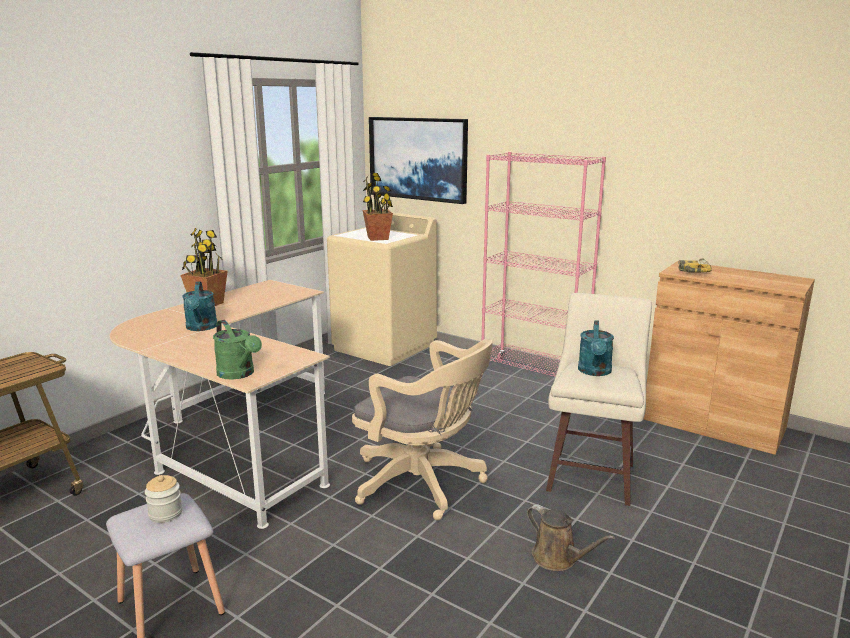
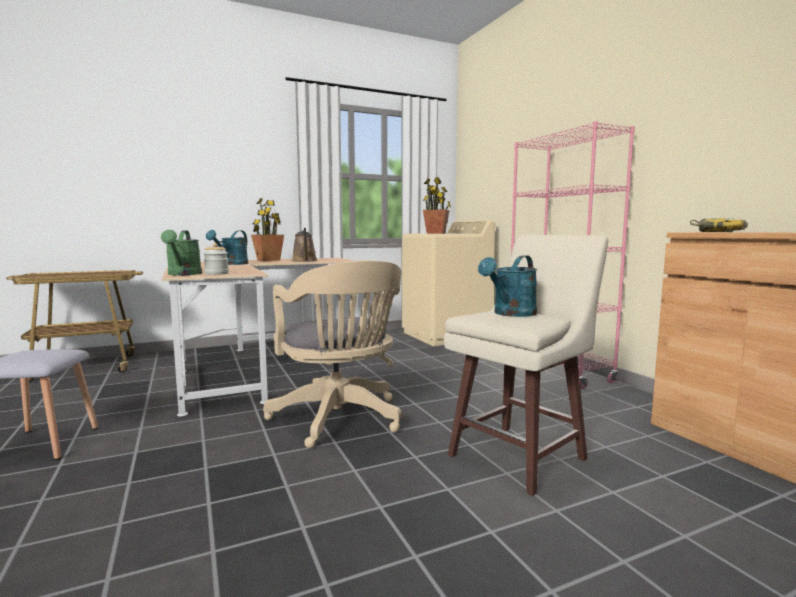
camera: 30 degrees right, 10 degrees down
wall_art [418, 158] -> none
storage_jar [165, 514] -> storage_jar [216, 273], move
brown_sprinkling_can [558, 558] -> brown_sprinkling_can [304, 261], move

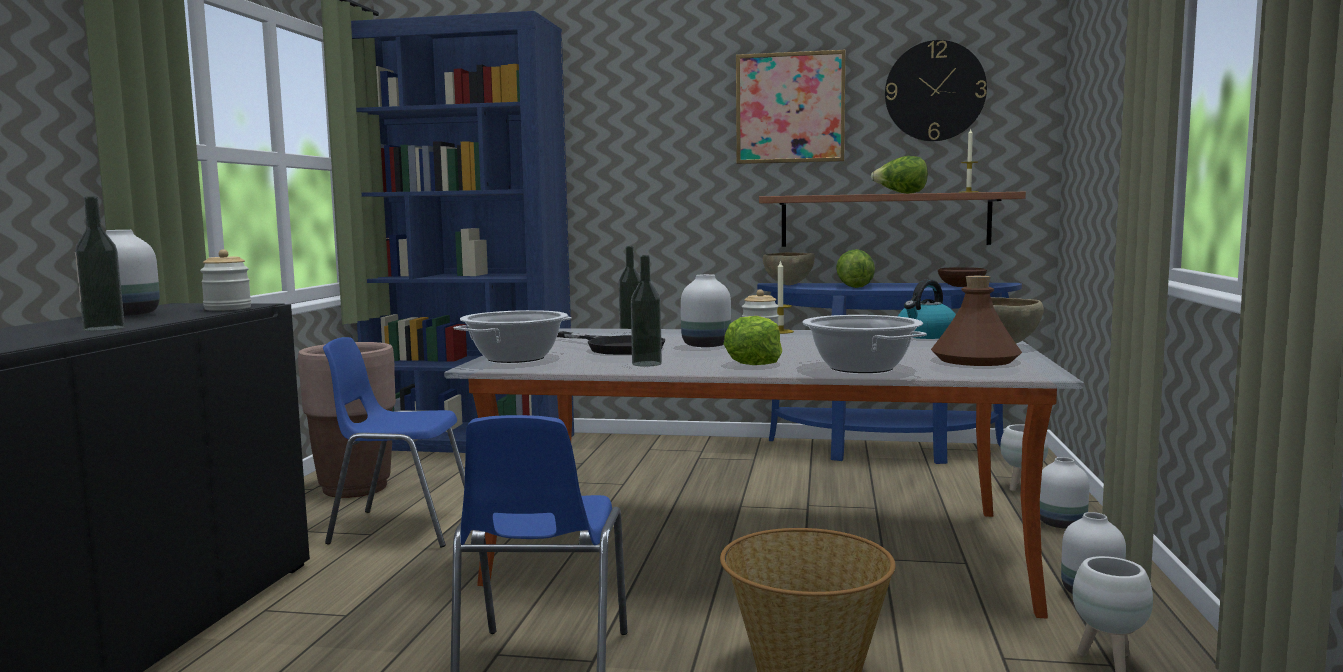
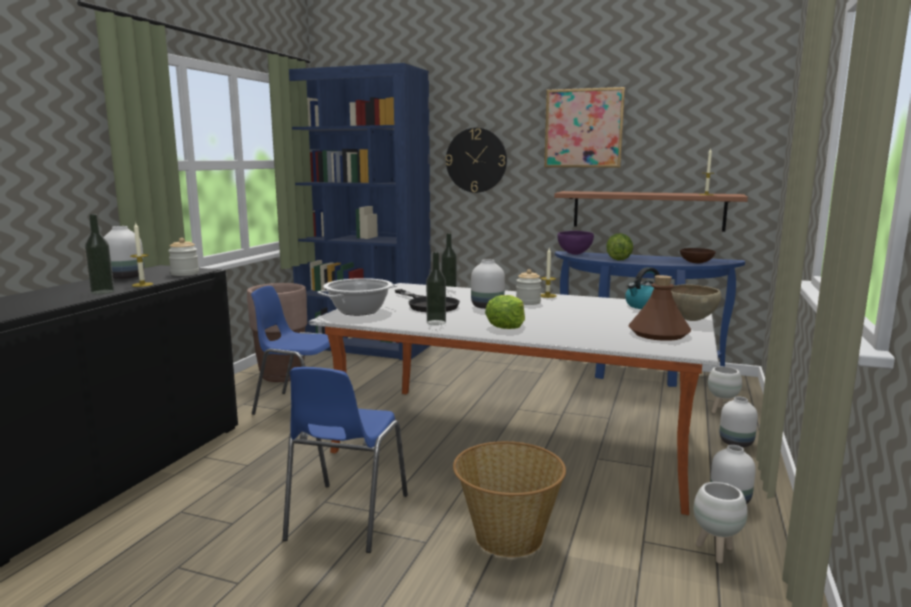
camera: 10 degrees right, 5 degrees up
hanging_clock [935, 91] -> hanging_clock [476, 160], move
head_of_lettuce [901, 193] -> none
brown_deep_dish [788, 285] -> purple-coloured_deep_dish [574, 254]
stockpot [860, 367] -> none
none -> candle [142, 284]

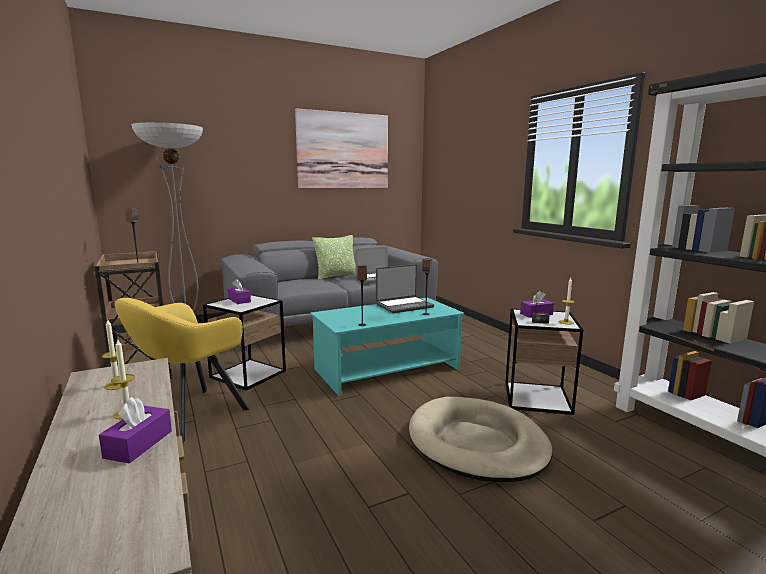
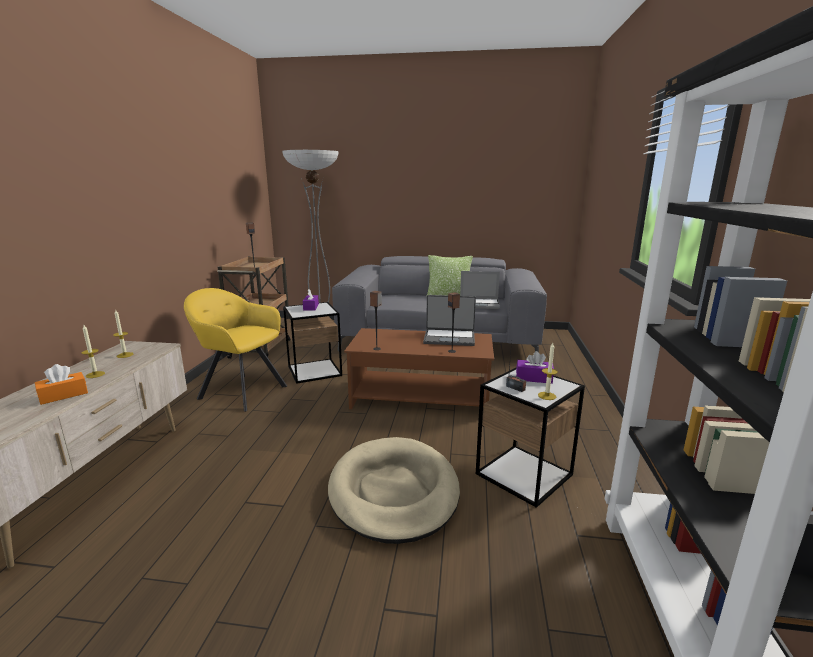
camera: 35 degrees right, 5 degrees up
wall_art [343, 151] -> none
turquoise-coloured_coffee_table [387, 369] -> brown_coffee_table [421, 397]
yellow_easy_chair [188, 415] -> yellow_easy_chair [240, 391], 45 degrees clockwise
purple-coloured_tissue_holder [138, 444] -> orangey_tissue_holder [63, 395]

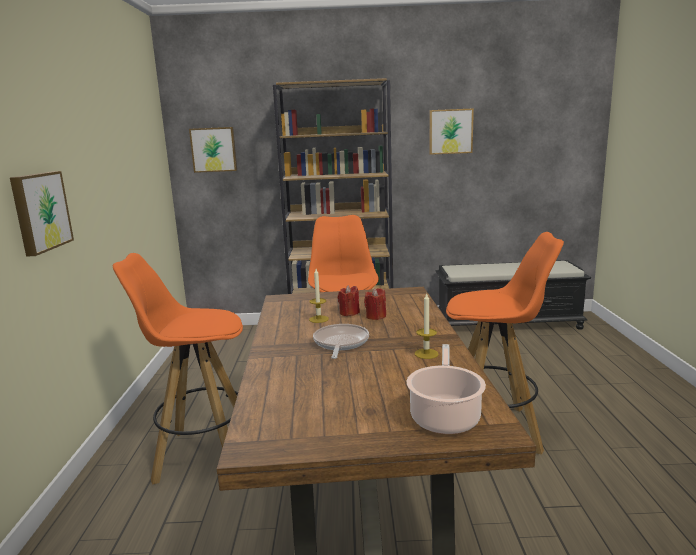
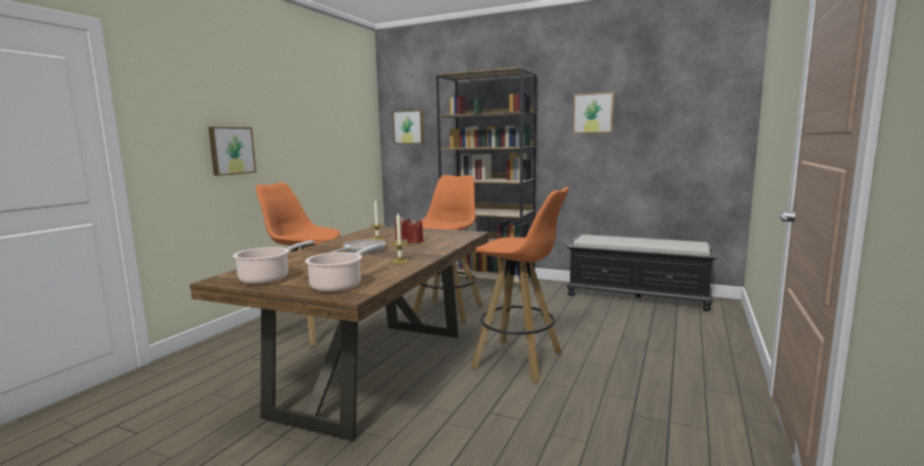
camera: 25 degrees right, 5 degrees down
none -> stockpot [267, 278]

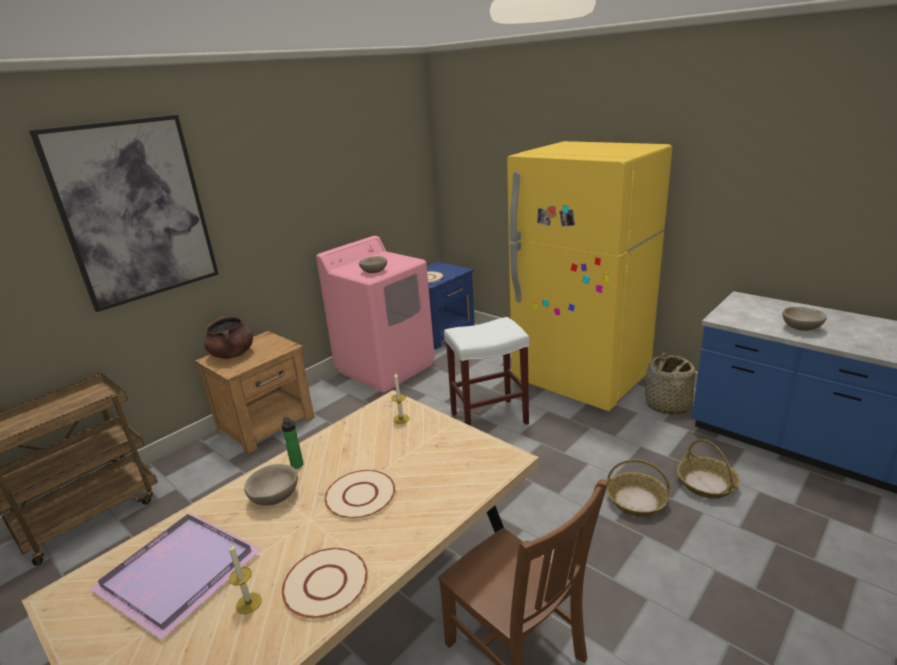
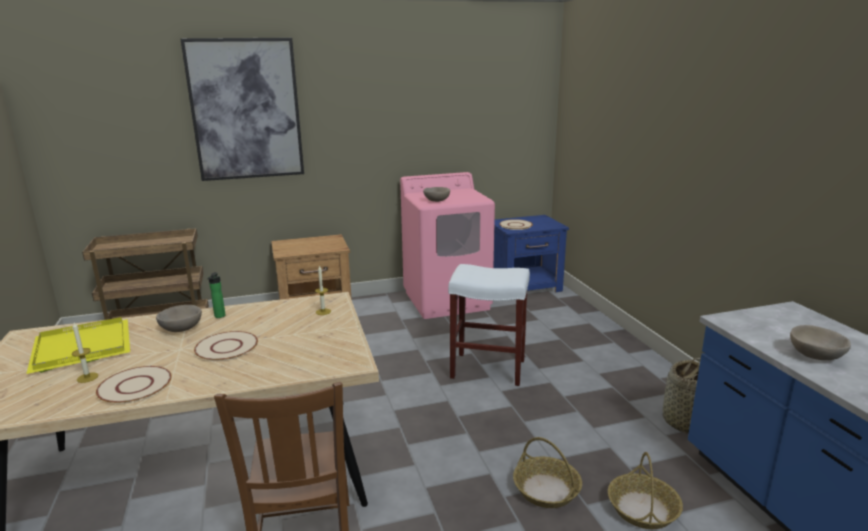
camera: 30 degrees right, 5 degrees down
yellow_fridge [580, 380] -> none
brown_stockpot [232, 354] -> none
purple-coloured_serving_tray [179, 570] -> yellow_serving_tray [84, 346]

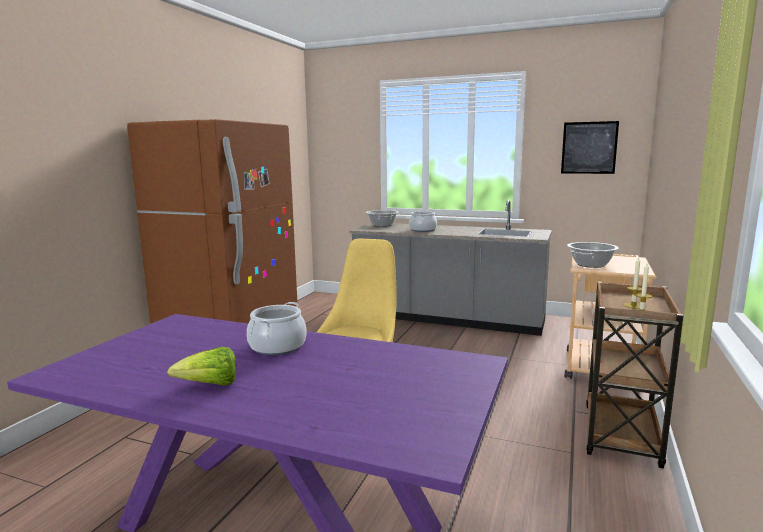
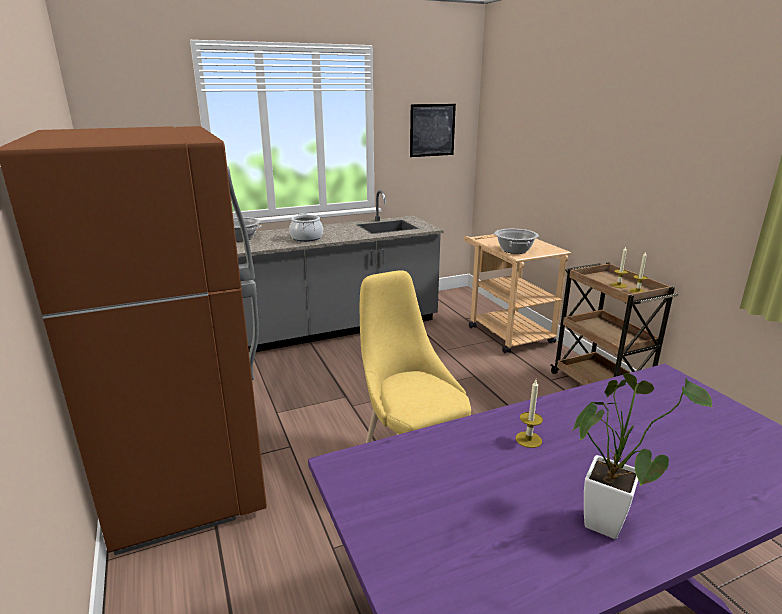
camera: 45 degrees left, 10 degrees up
stockpot [277, 346] -> candle [528, 439]
head_of_lettuce [210, 385] -> houseplant [606, 518]

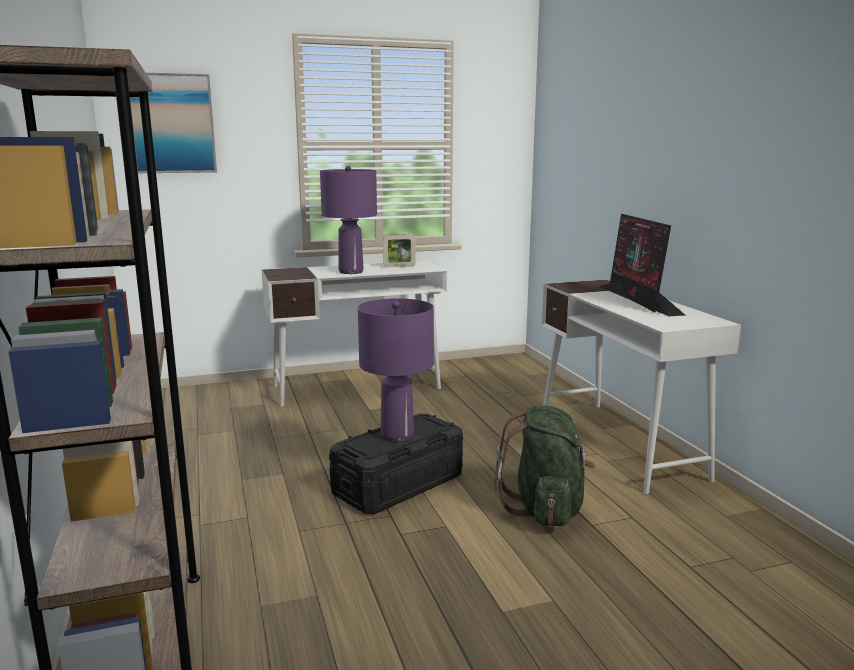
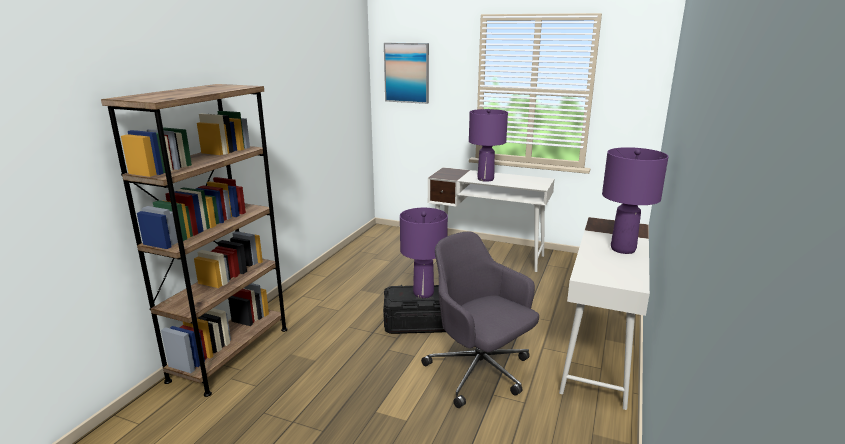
camera: 40 degrees right, 5 degrees up
computer_screen [639, 300] -> purple-coloured_lamp_for_a_table [623, 249]
standing_frame [399, 266] -> none
greenish_backpack [545, 509] -> gray_office_chair [480, 372]

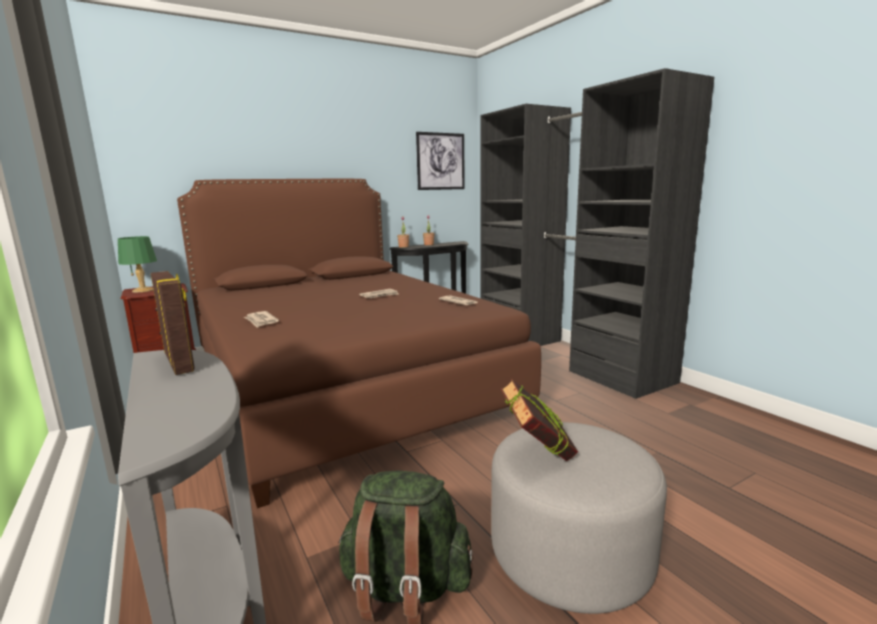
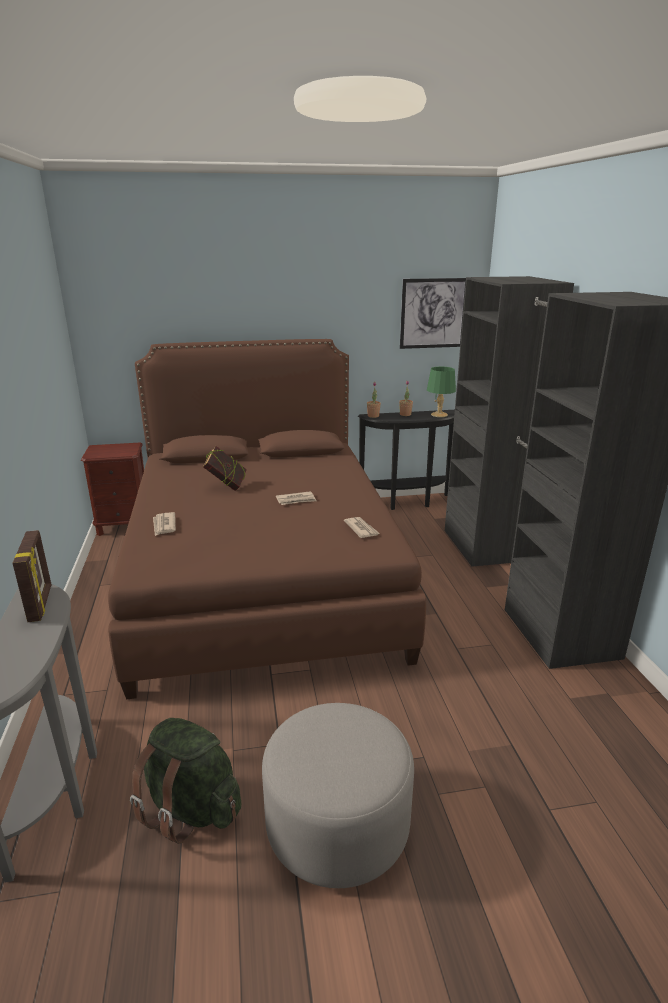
camera: 20 degrees right, 10 degrees up
greenish_lamp_for_a_table [143, 290] -> greenish_lamp_for_a_table [439, 414], move
bound_book [537, 454] -> bound_book [226, 486], move

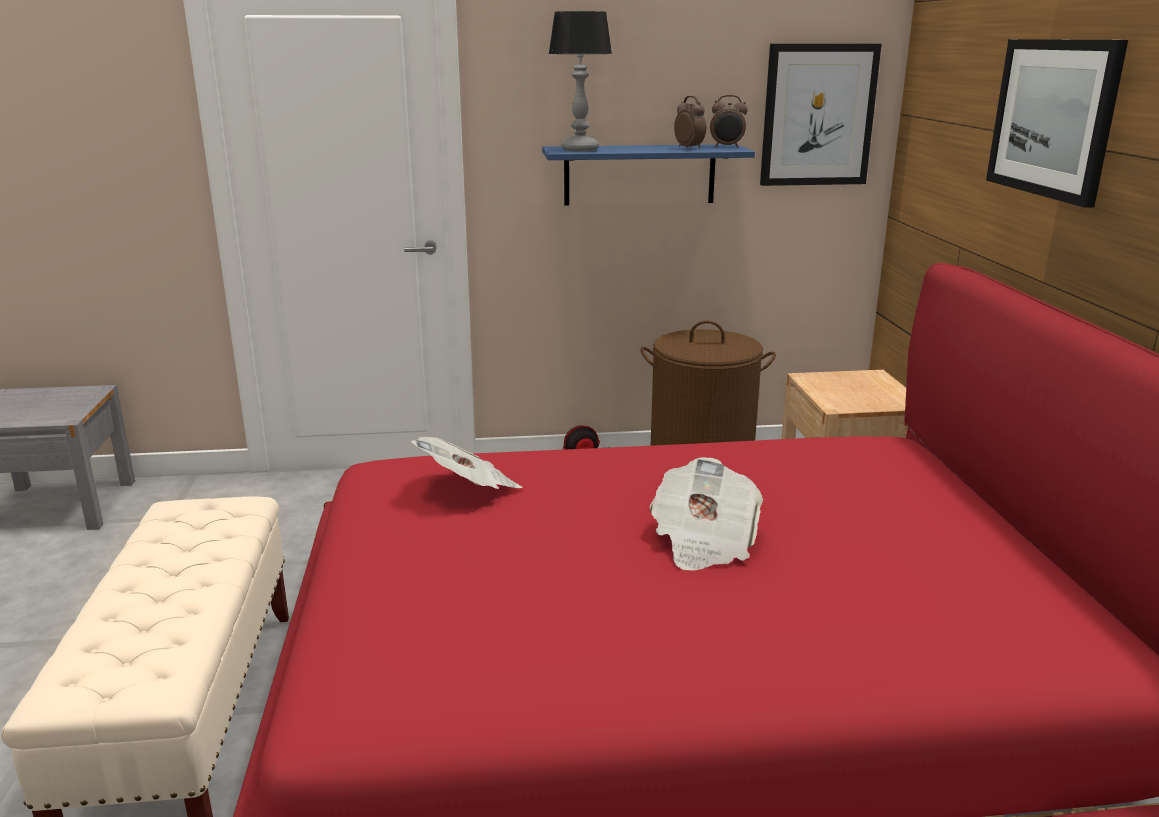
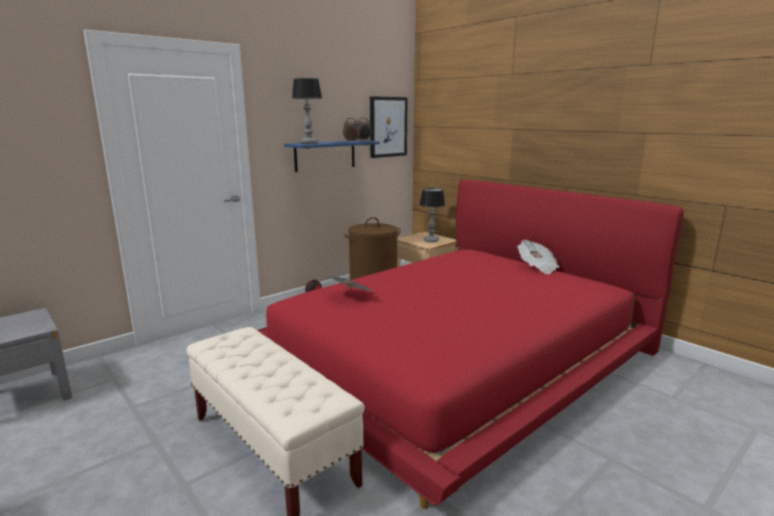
camera: 35 degrees left, 5 degrees down
wall_art [1053, 118] -> none
printed_paper [703, 542] -> printed_paper [537, 267], move
none -> lamp_for_a_table [431, 240]

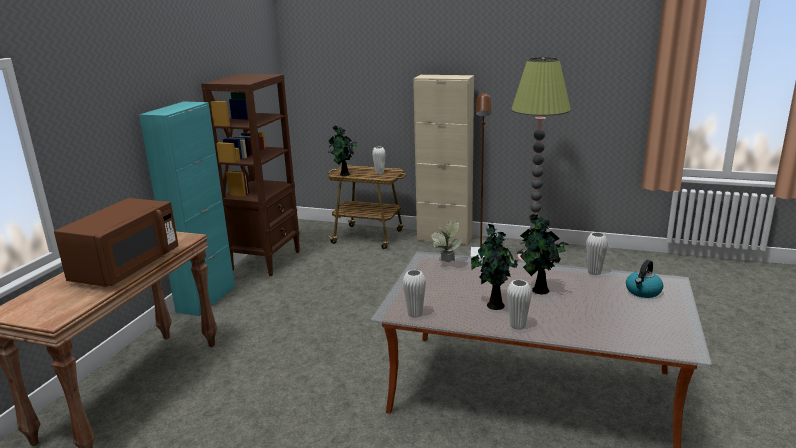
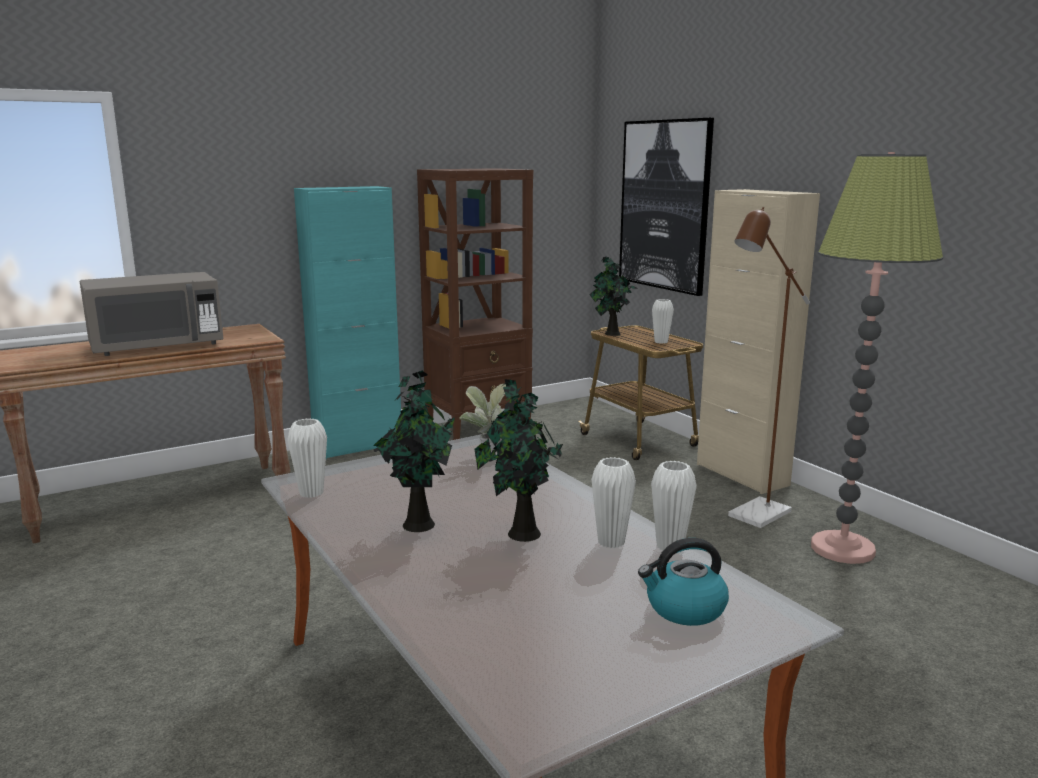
camera: 40 degrees right, 5 degrees down
brown_microwave_oven [126, 267] -> gray_microwave_oven [157, 347]
white_flower_vase [517, 325] -> white_flower_vase [611, 542], move
none -> wall_art [664, 205]

